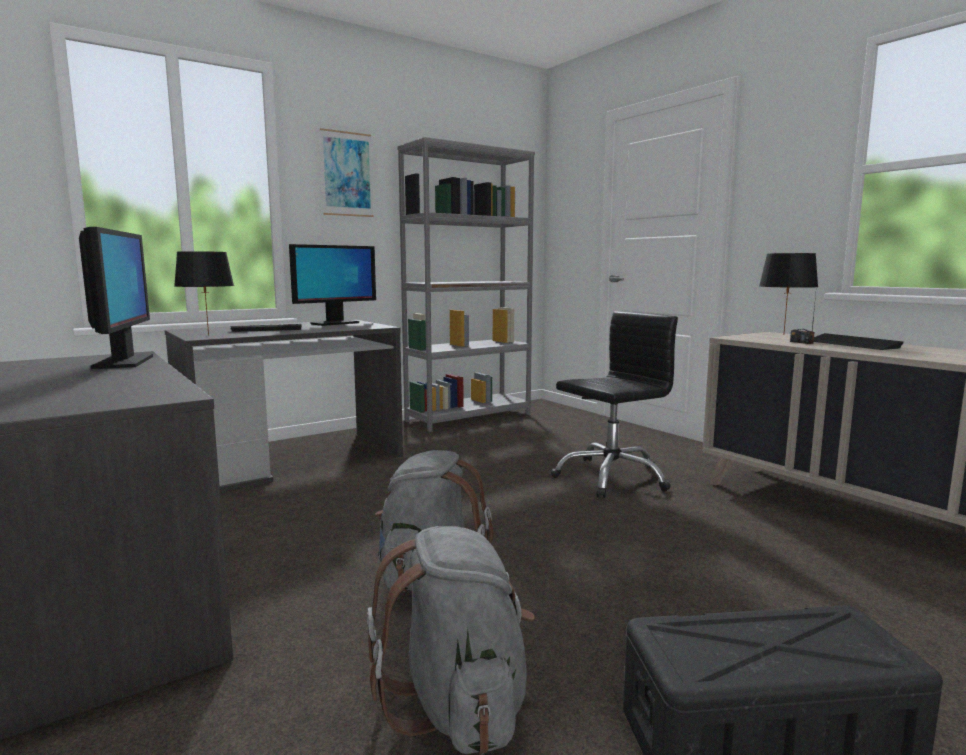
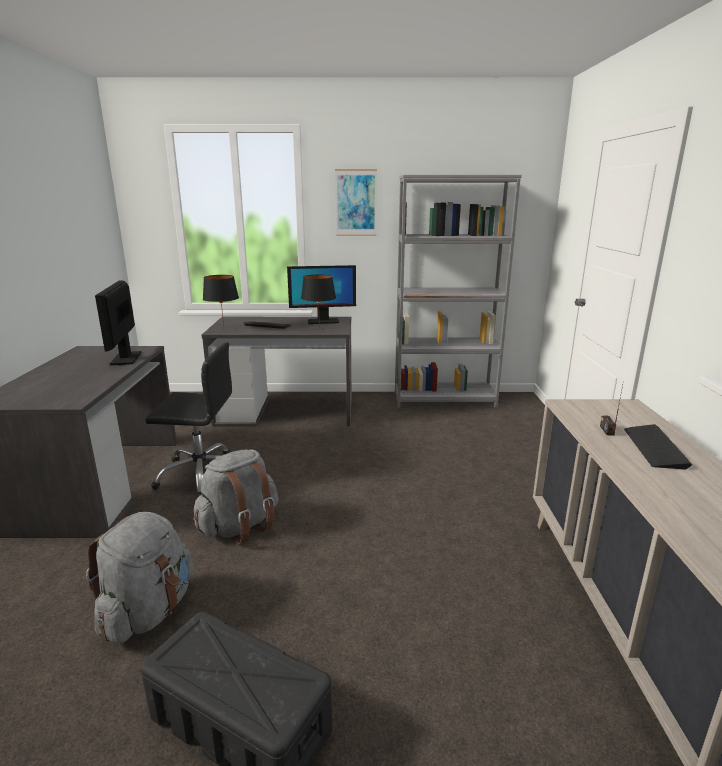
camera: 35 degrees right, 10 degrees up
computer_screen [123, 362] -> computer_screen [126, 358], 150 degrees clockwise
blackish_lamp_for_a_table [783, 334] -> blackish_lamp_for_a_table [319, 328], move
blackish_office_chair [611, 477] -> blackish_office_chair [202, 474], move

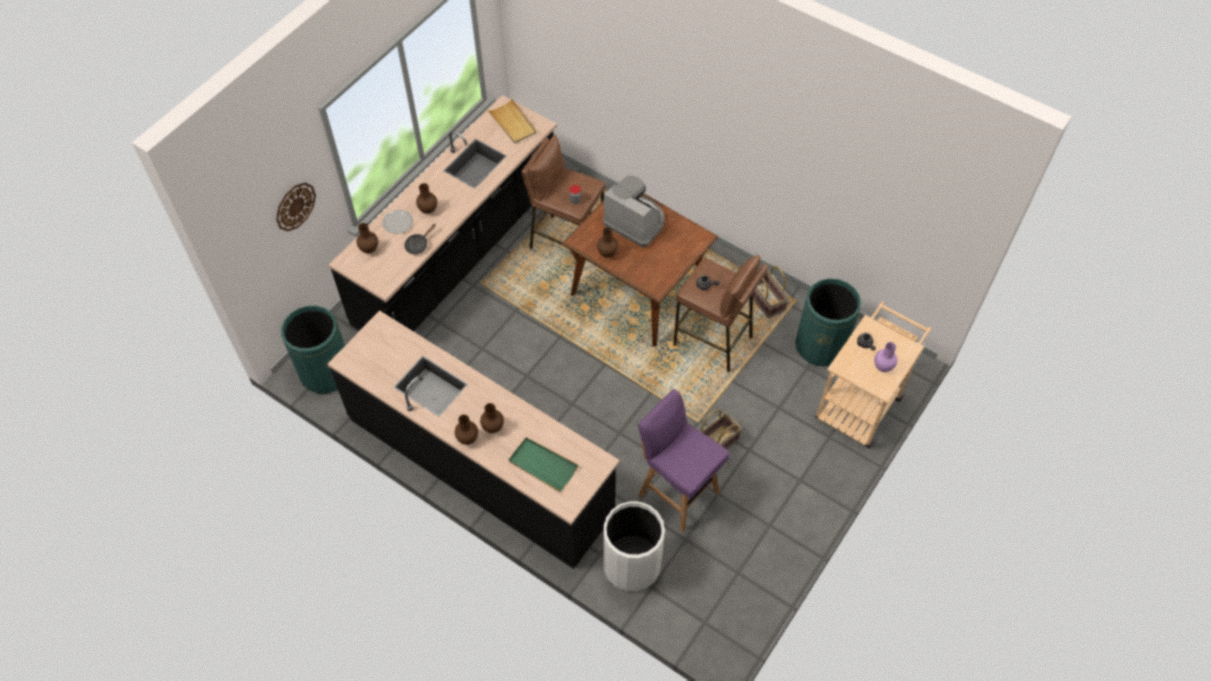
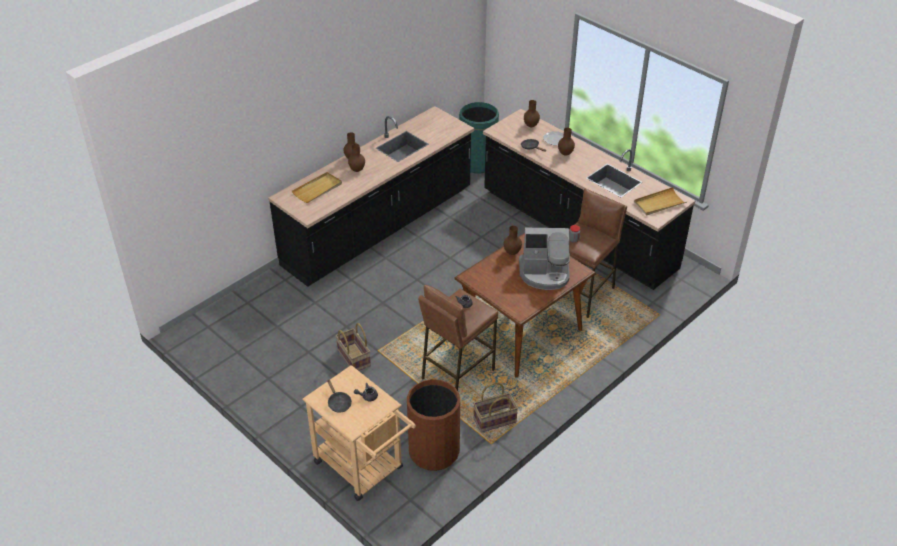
camera: 100 degrees right, 15 degrees down
coffee_maker [635, 222] -> coffee_maker [544, 273], 45 degrees clockwise
hanging_clock [295, 206] -> none
greenish_rubbish_bin [820, 345] -> brown_rubbish_bin [434, 451]
purple-coloured_flower_vase [883, 368] -> blackish_skillet [338, 403]
purple-coloured_stool_seat [677, 492] -> none
greenish_serving_tray [542, 465] -> beige-coloured_serving_tray [318, 189]
white_rubbish_bin [632, 565] -> none

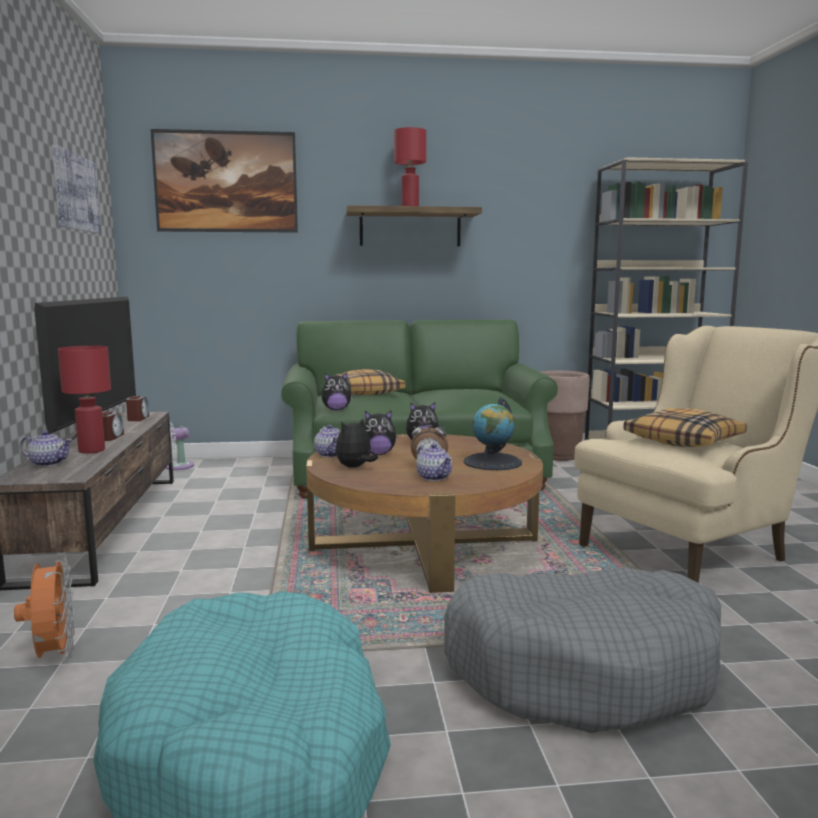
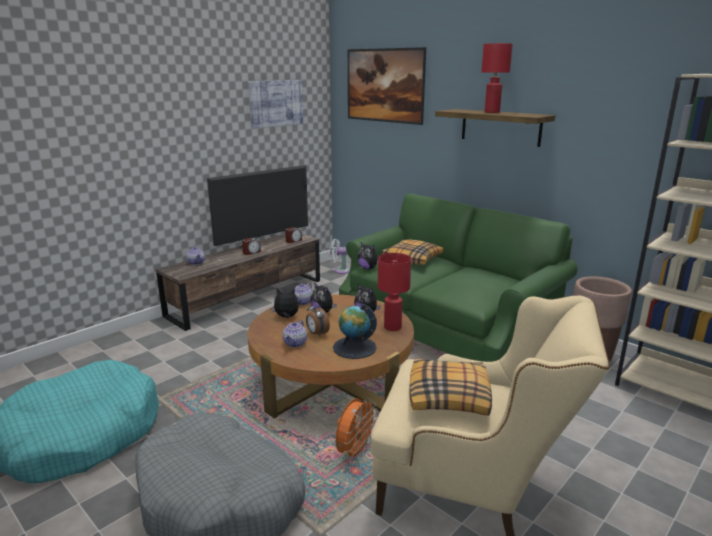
camera: 50 degrees right, 10 degrees up
reddish_lamp_for_a_table [91, 450] -> reddish_lamp_for_a_table [392, 327], move
orangey_cooling_fan [54, 655] -> orangey_cooling_fan [355, 452], move

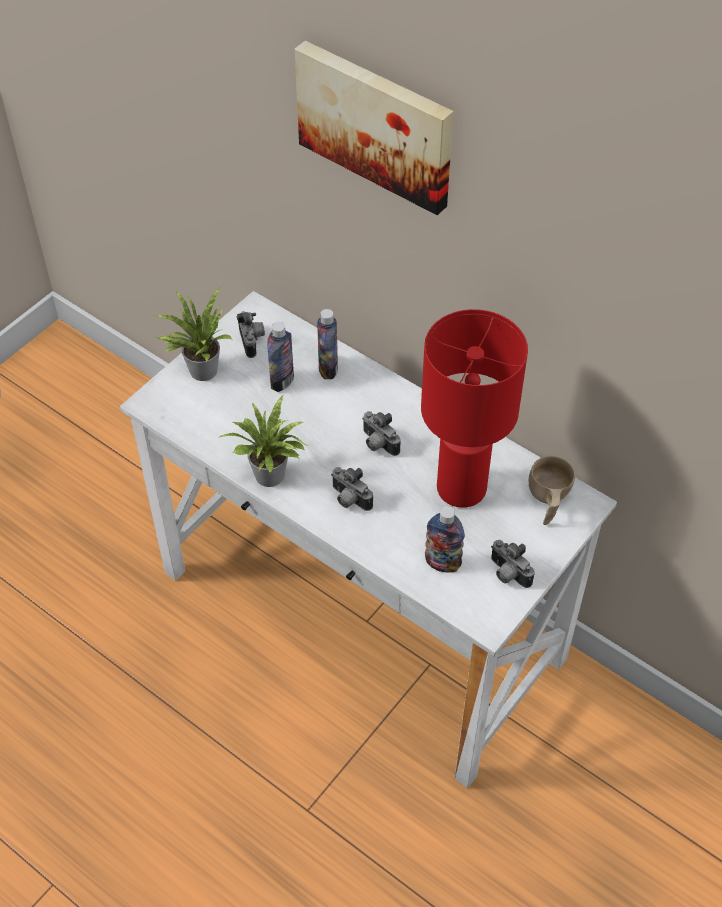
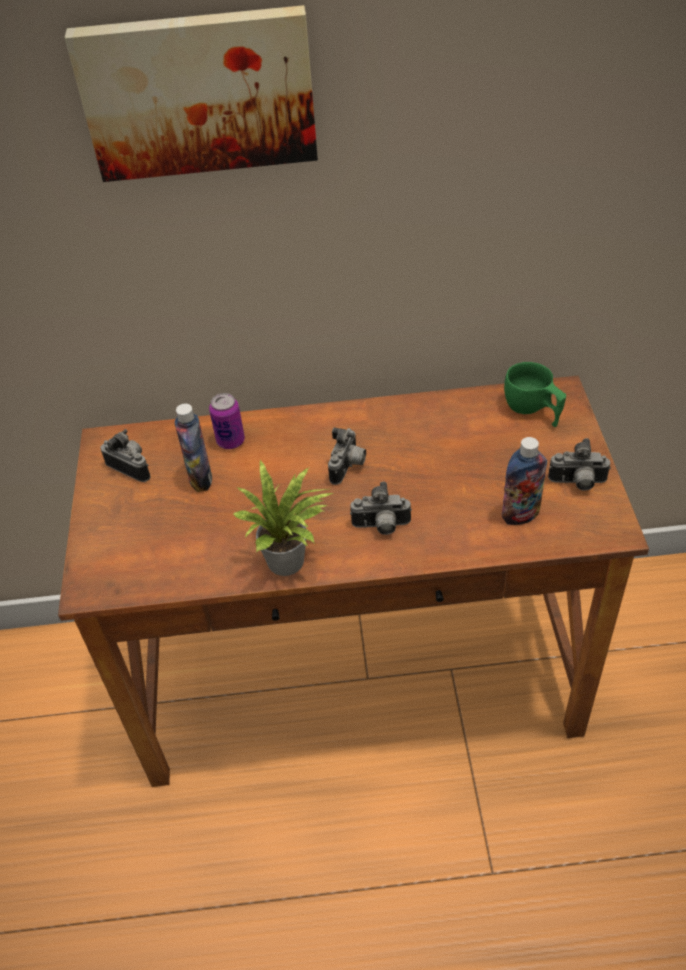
camera: 40 degrees left, 5 degrees down
houseplant [200, 369] -> none
white_desk_table [362, 615] -> brown_desk_table [359, 676]
beverage_bottle [328, 368] -> can [230, 441]
reddish_lamp_for_a_table [460, 487] -> none
photo_camera [377, 444] -> photo_camera [348, 467], 75 degrees counterclockwise
beige-coloured_cup [547, 501] -> greenish_cup [533, 411]

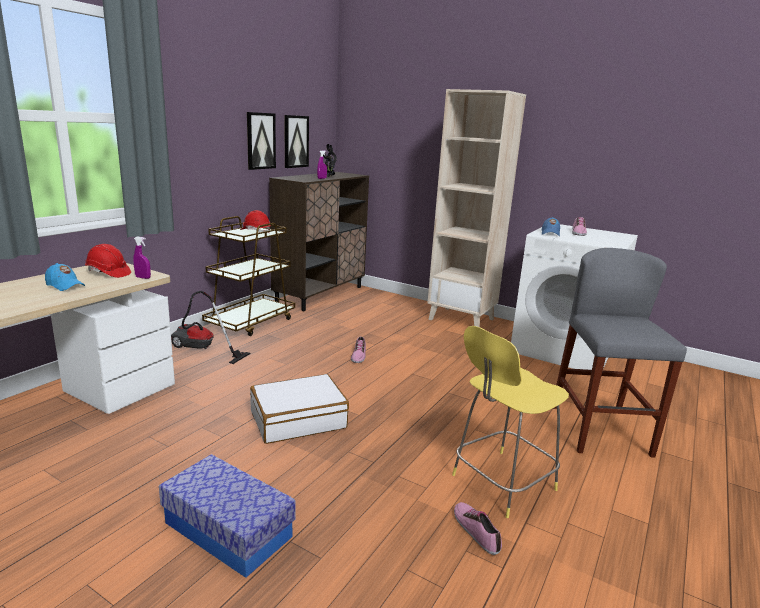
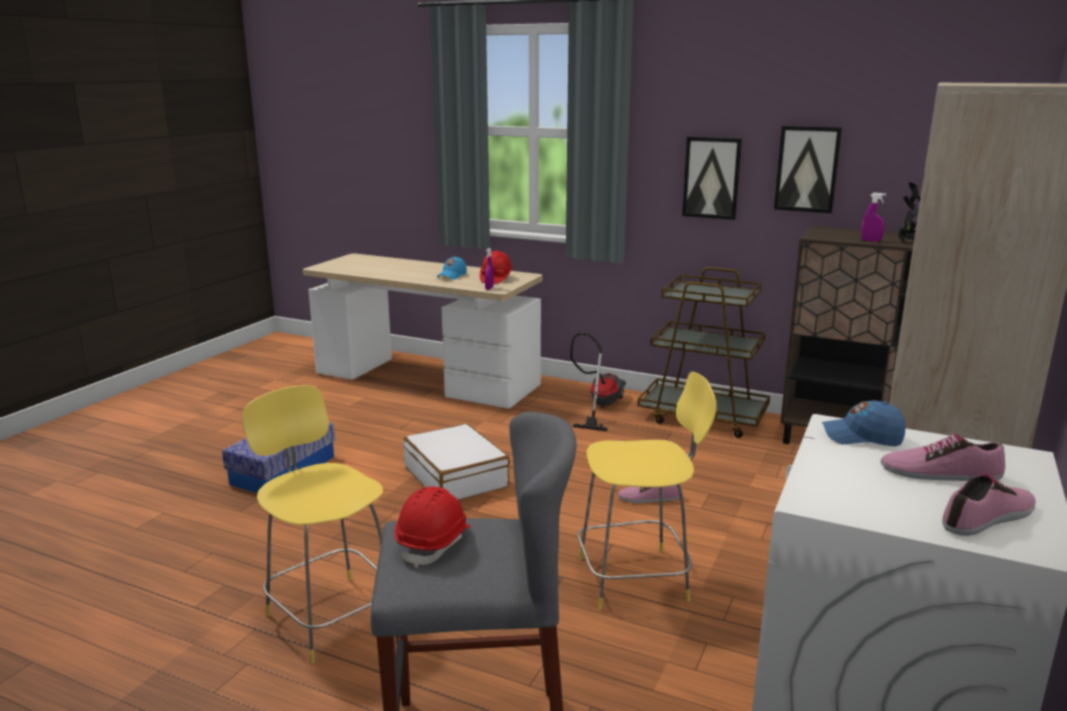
camera: 85 degrees right, 0 degrees up
wall_art [295, 141] -> wall_art [712, 177], move
reddish_work_helmet [255, 231] -> reddish_work_helmet [434, 543], move
shoe [476, 530] -> shoe [988, 518], move
none -> yellow_stool_seat [637, 578]

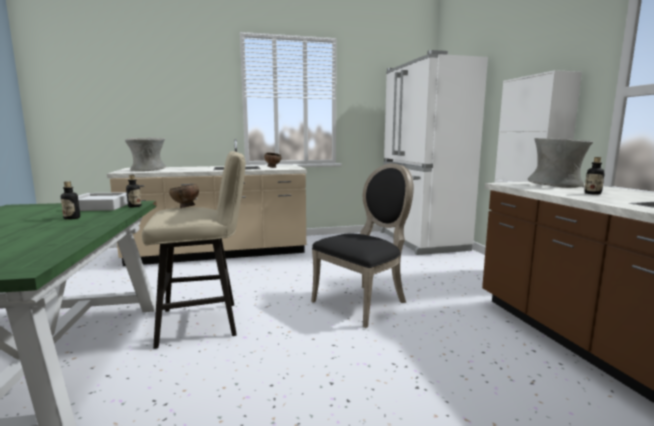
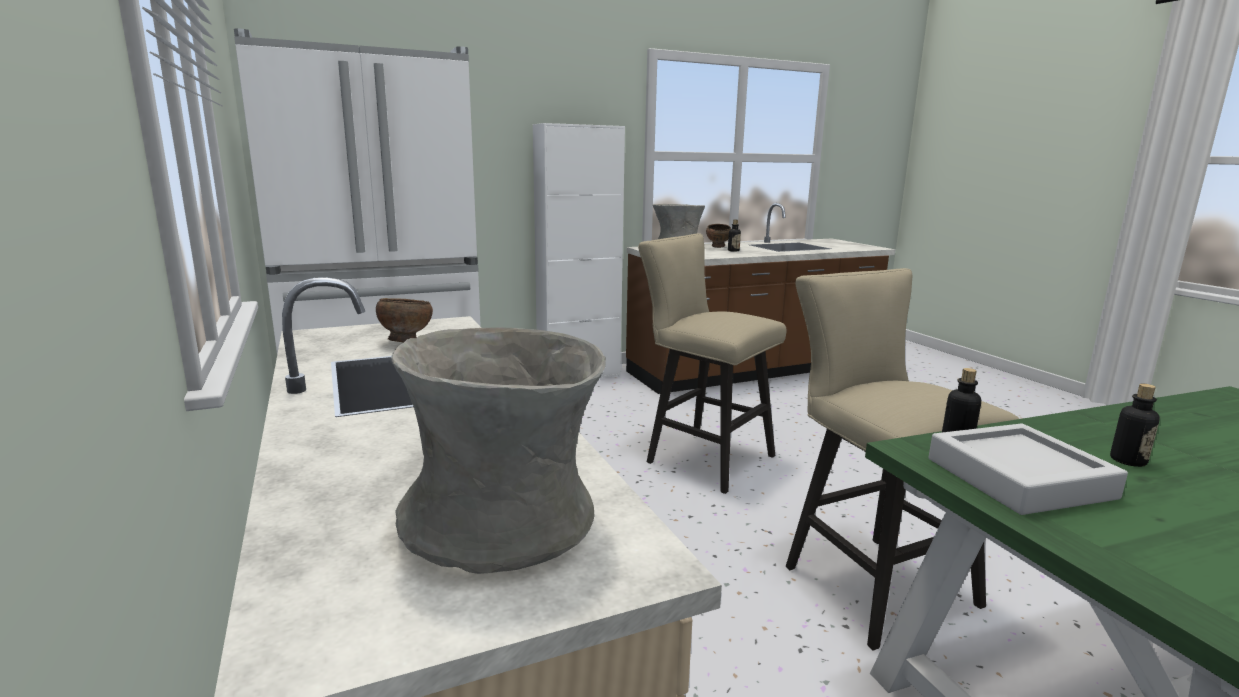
camera: 100 degrees left, 5 degrees up
blackish_chair [364, 302] -> beige-coloured_stool_seat [702, 457]
brown_deep_dish [185, 208] -> brown_deep_dish [718, 247], move

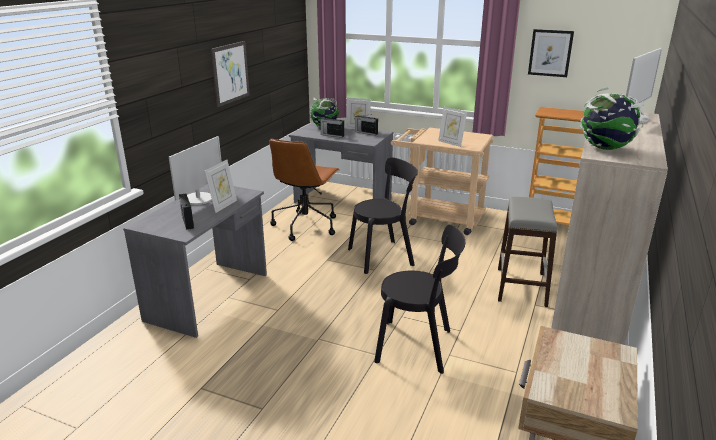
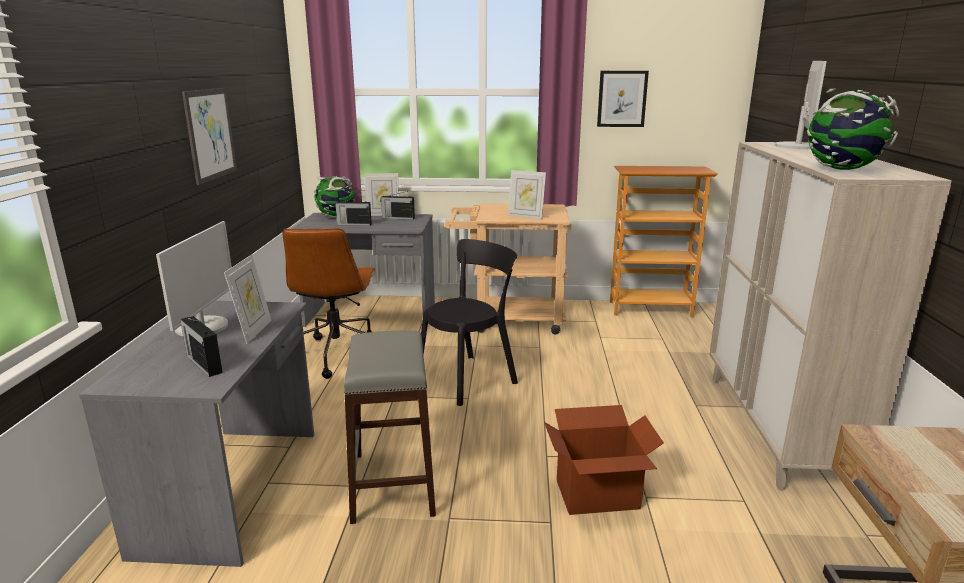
camera: 20 degrees left, 5 degrees down
gray_stool_seat [521, 286] -> gray_stool_seat [394, 483], move
blackish_chair [418, 347] -> carton [598, 495]

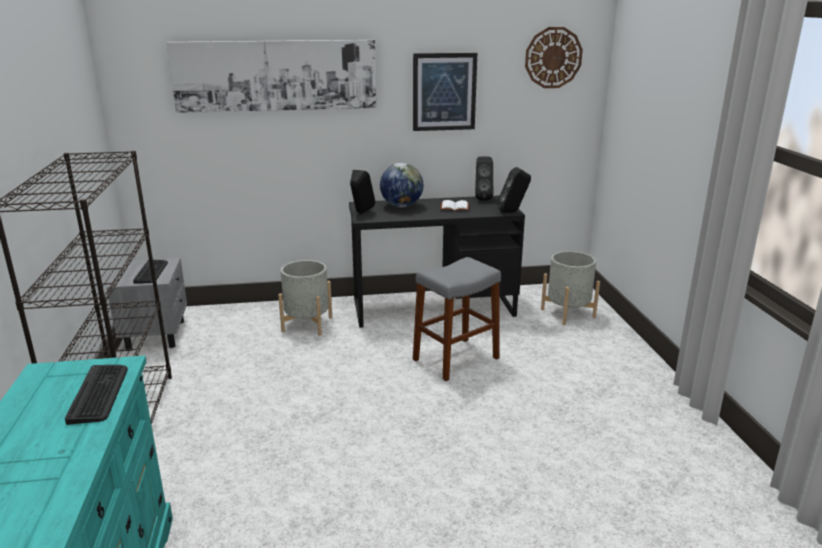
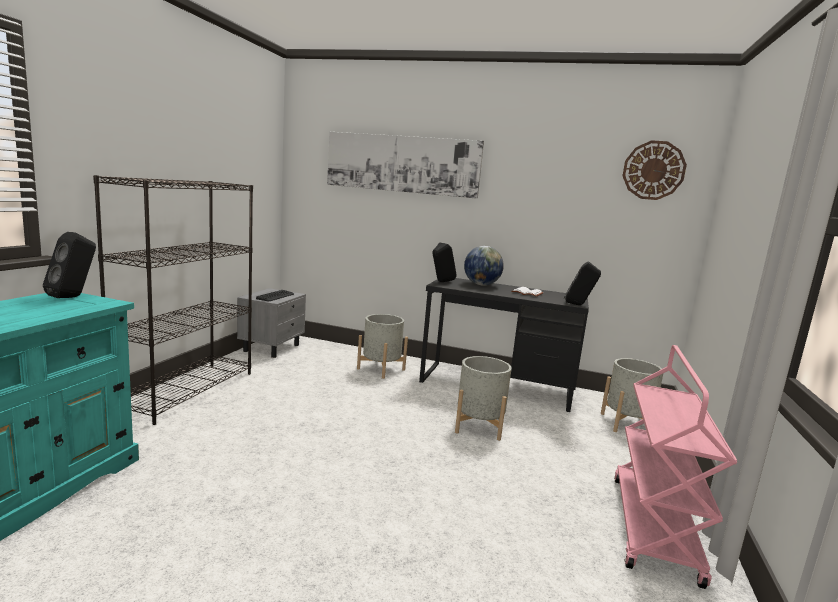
camera: 25 degrees right, 10 degrees down
wall_art [444, 92] -> none
blackish_audio_speaker [482, 198] -> blackish_audio_speaker [74, 297], move
gray_stool_seat [456, 359] -> gray_planter [479, 426]
computer_keyboard [99, 393] -> none
none -> pink-coloured_trolley [654, 528]

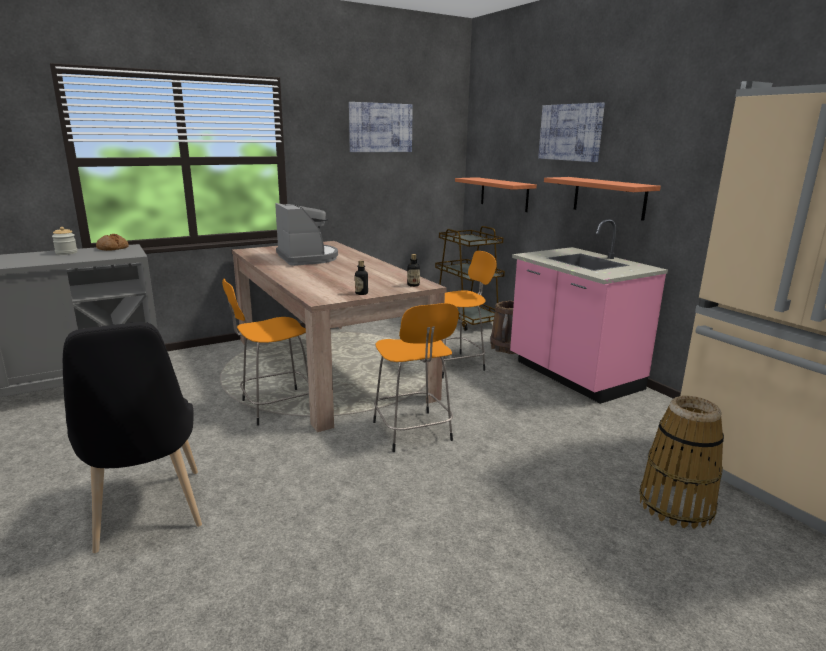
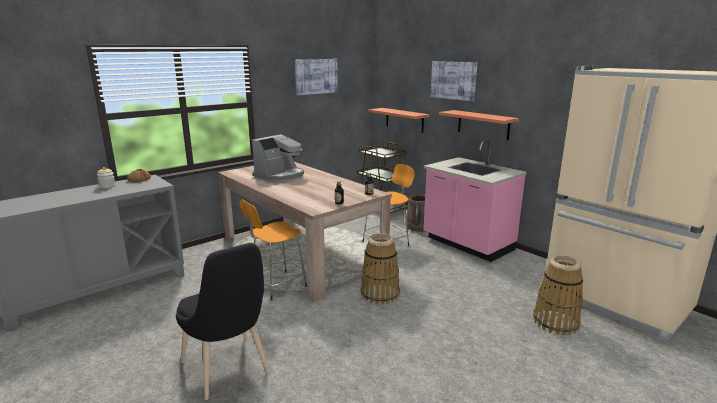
camera: 10 degrees left, 0 degrees up
coffee_maker [307, 258] -> coffee_maker [280, 176], 75 degrees clockwise
orangey_stool_seat [413, 432] -> basket [380, 294]

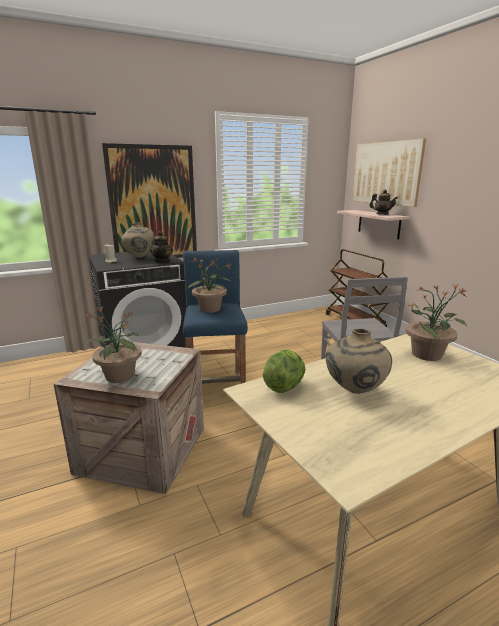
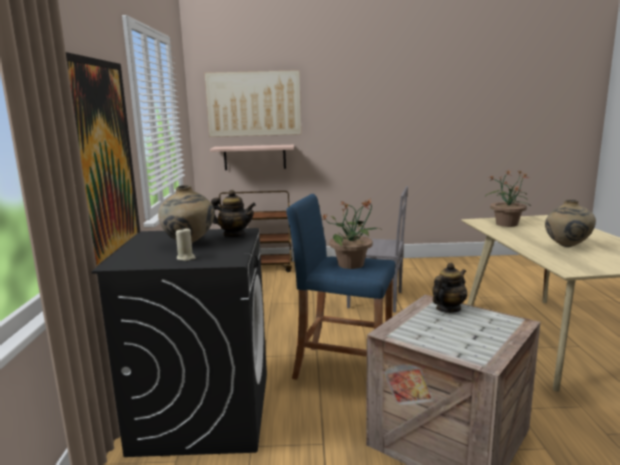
camera: 65 degrees left, 5 degrees down
tea_pot [382, 214] -> tea_pot [448, 309], move
houseplant [119, 376] -> none
head_of_lettuce [284, 386] -> none

